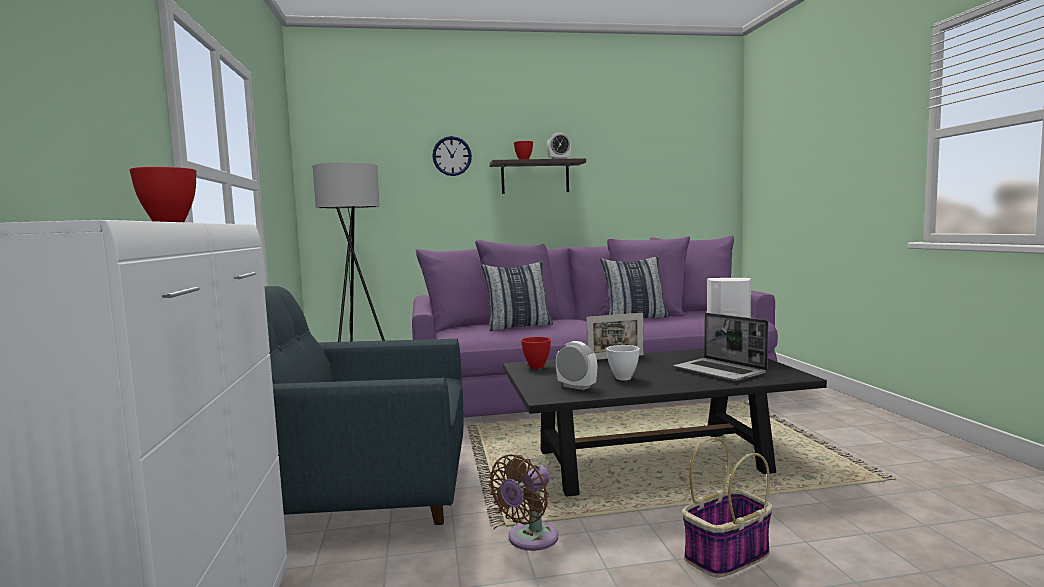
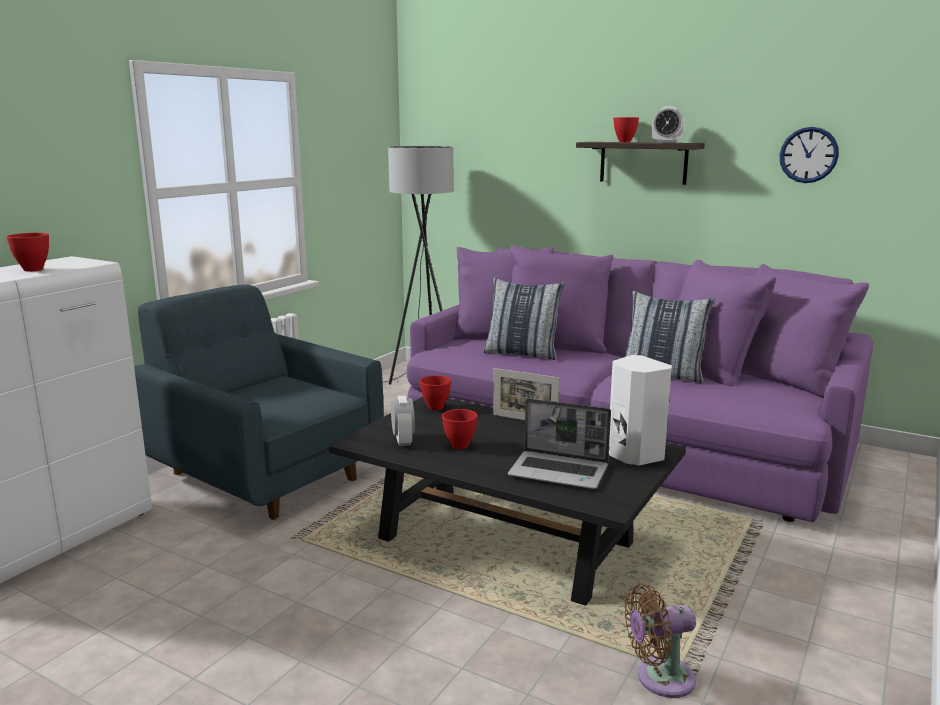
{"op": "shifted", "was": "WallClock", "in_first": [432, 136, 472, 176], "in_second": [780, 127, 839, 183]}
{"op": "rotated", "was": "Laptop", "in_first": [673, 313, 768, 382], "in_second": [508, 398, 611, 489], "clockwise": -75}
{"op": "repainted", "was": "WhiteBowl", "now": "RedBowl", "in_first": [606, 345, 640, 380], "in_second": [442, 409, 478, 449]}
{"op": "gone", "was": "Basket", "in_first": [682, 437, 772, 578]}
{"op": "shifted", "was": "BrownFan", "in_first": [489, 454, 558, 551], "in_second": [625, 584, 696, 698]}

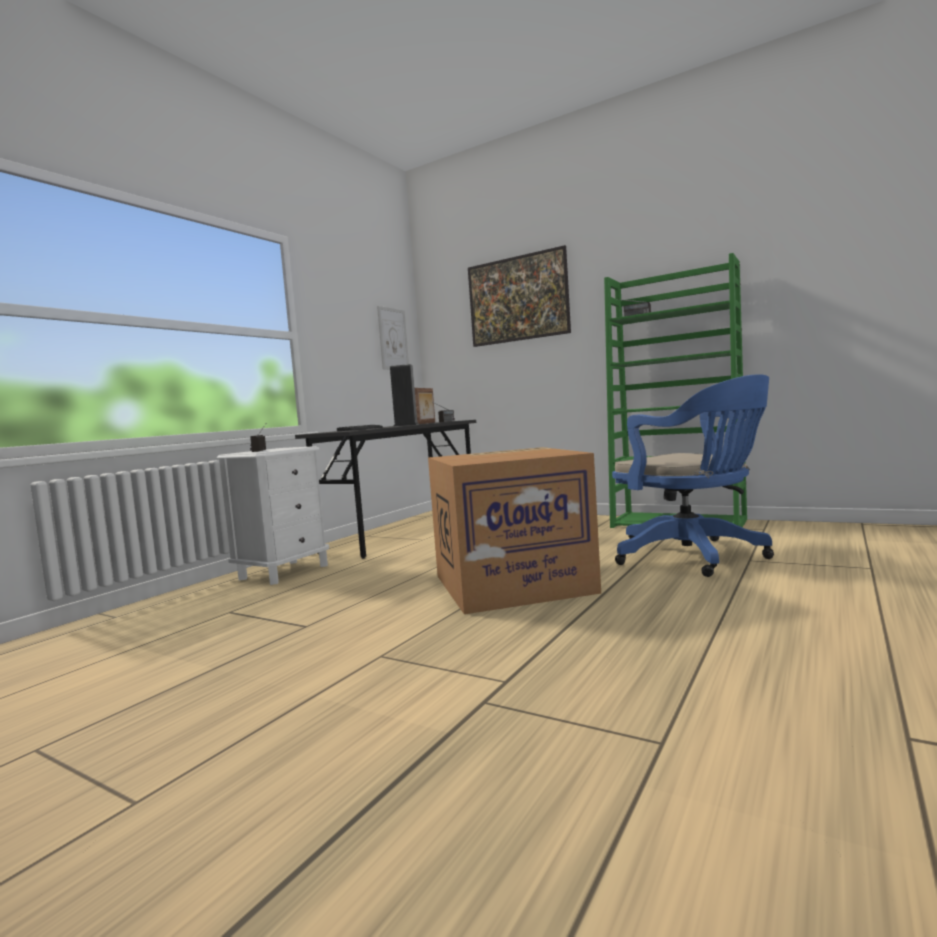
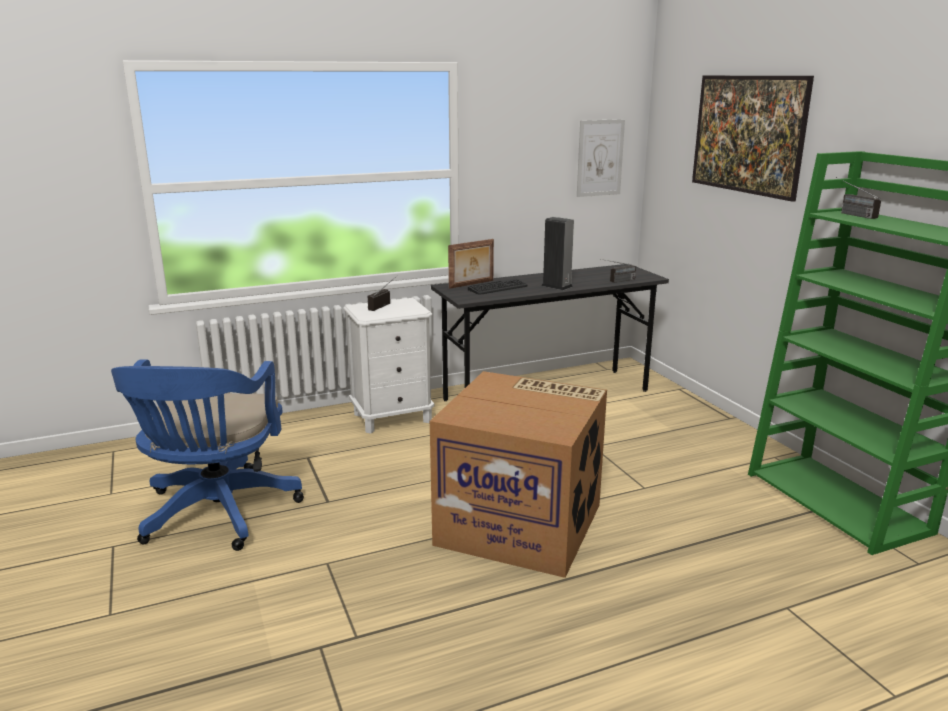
{"op": "shifted", "was": "BlueOfficeChair", "in_first": [612, 374, 774, 577], "in_second": [111, 359, 304, 551]}
{"op": "shifted", "was": "PictureFrame", "in_first": [415, 388, 435, 424], "in_second": [448, 239, 494, 289]}

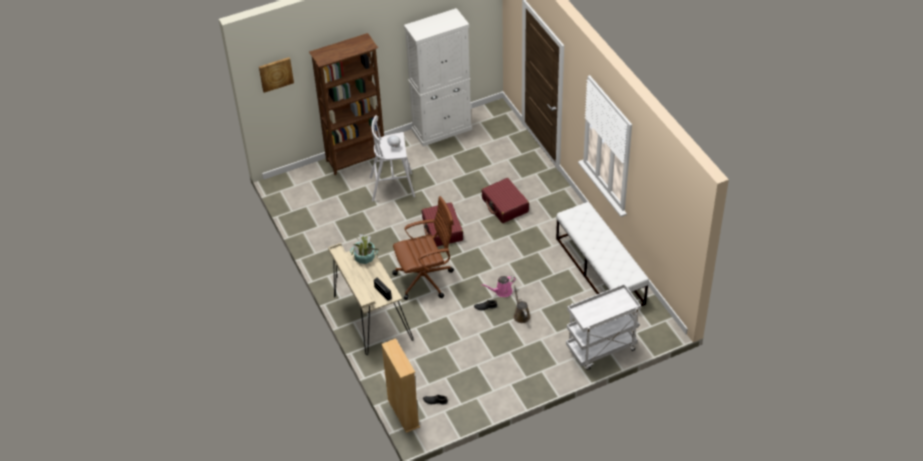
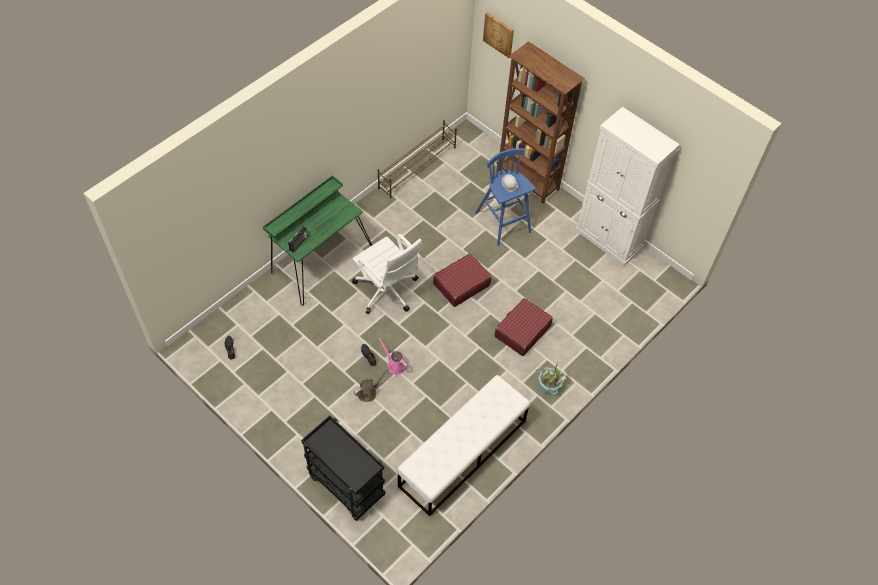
{"op": "repainted", "was": "WhiteStool", "now": "BlueStool", "in_first": [370, 115, 415, 202], "in_second": [475, 148, 536, 246]}
{"op": "repainted", "was": "BrownOfficeChair", "now": "WhiteOfficeChair", "in_first": [393, 196, 454, 300], "in_second": [352, 233, 422, 314]}
{"op": "shifted", "was": "PottedPlant", "in_first": [350, 234, 379, 264], "in_second": [535, 363, 566, 395]}
{"op": "repainted", "was": "BeigeDesk", "now": "GreenDesk", "in_first": [328, 243, 414, 355], "in_second": [263, 175, 372, 306]}
{"op": "repainted", "was": "WhiteCart", "now": "BlackCart", "in_first": [566, 284, 641, 370], "in_second": [301, 415, 385, 521]}
{"op": "gone", "was": "BeigeBookcase", "in_first": [381, 338, 420, 433]}
{"op": "new", "now": "BrownShoeRack", "in_second": [378, 120, 457, 198]}

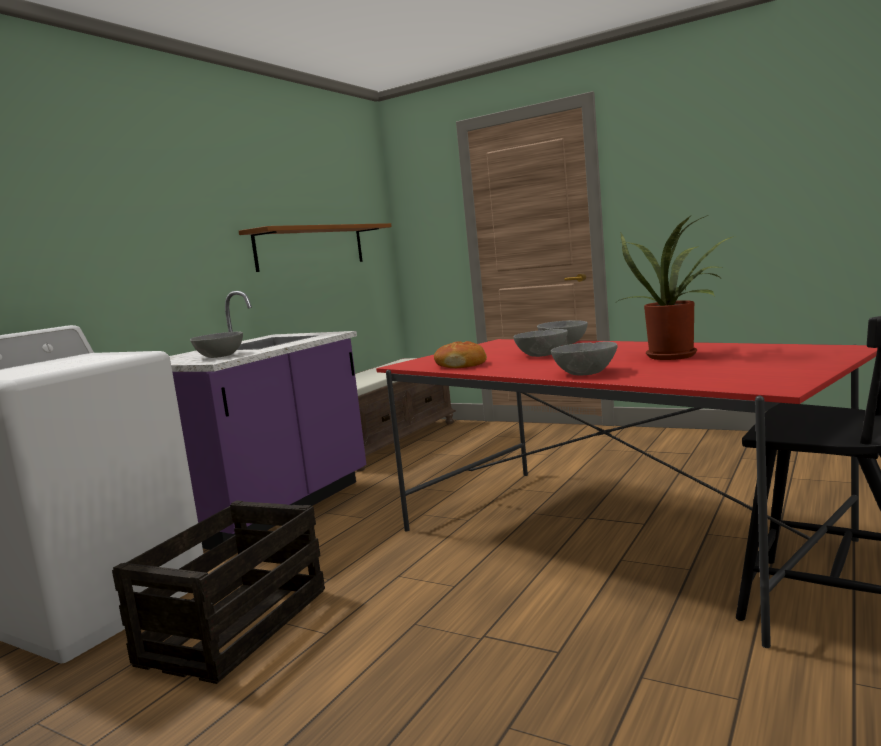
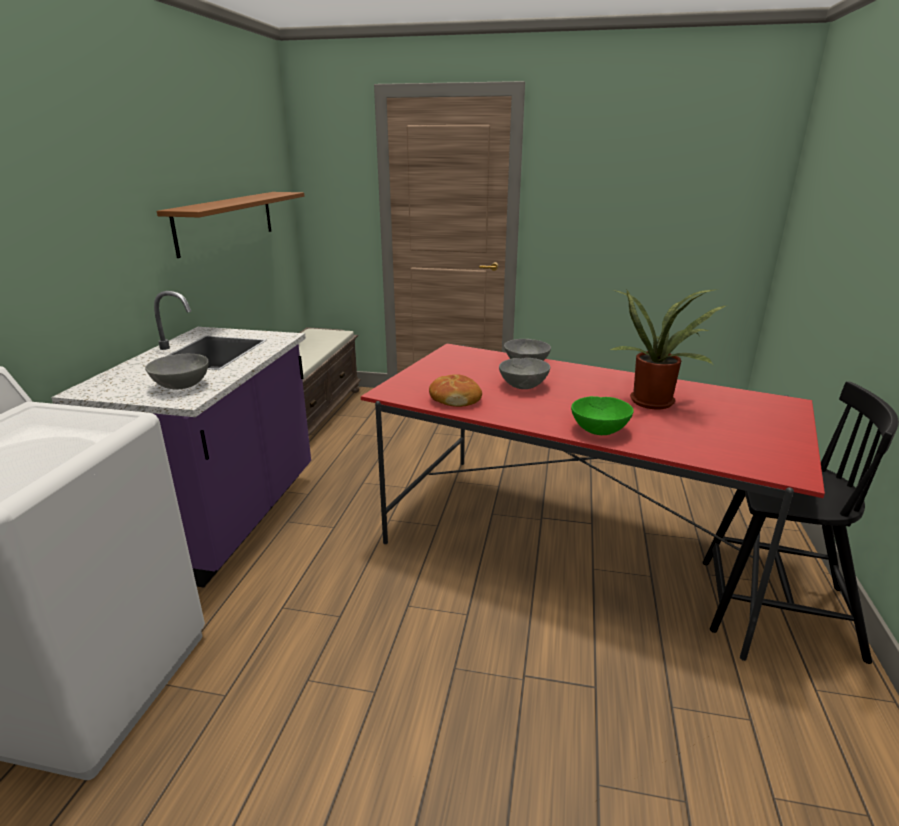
{"op": "repainted", "was": "GreyBowl", "now": "GreenBowl", "in_first": [551, 341, 618, 375], "in_second": [571, 396, 634, 435]}
{"op": "gone", "was": "Crate", "in_first": [112, 501, 325, 684]}

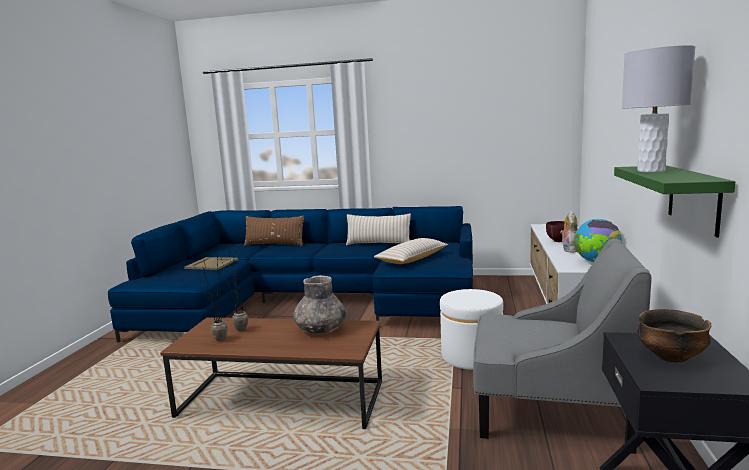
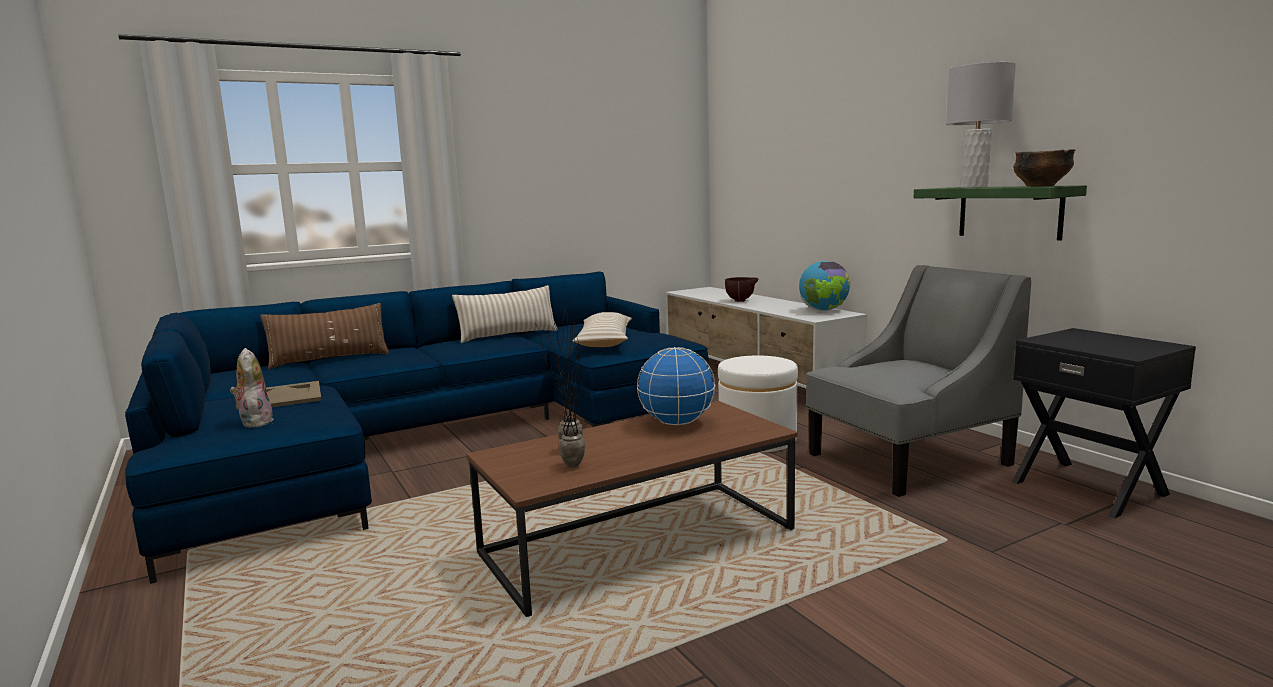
{"op": "shifted", "was": "PlushToy", "in_first": [560, 211, 578, 253], "in_second": [230, 348, 274, 428]}
{"op": "swapped", "was": "GreyVase", "now": "Globe", "in_first": [293, 275, 346, 334], "in_second": [637, 347, 715, 425]}
{"op": "shifted", "was": "Bowl", "in_first": [637, 309, 711, 363], "in_second": [1013, 149, 1075, 187]}

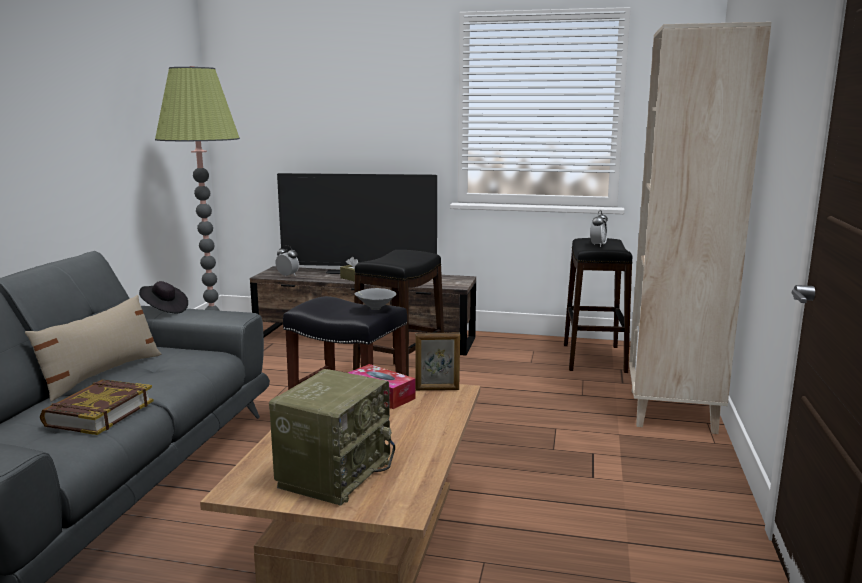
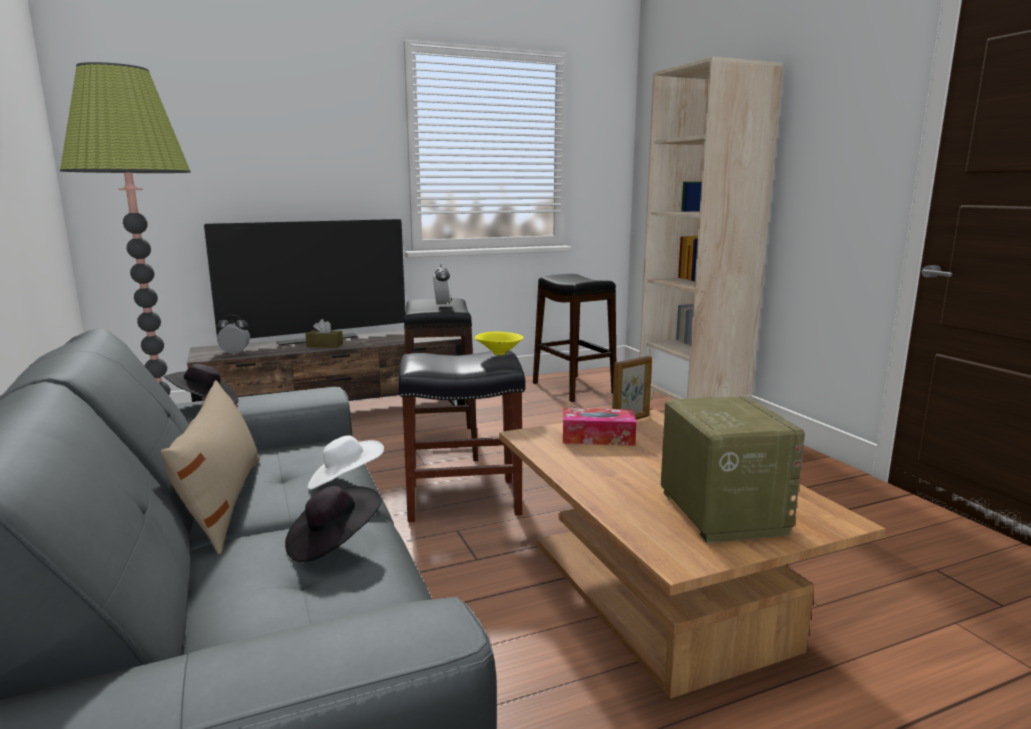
{"op": "shifted", "was": "AlarmClock", "in_first": [590, 210, 608, 247], "in_second": [433, 262, 451, 307]}
{"op": "repainted", "was": "GreyBowl", "now": "YellowBowl", "in_first": [354, 288, 397, 310], "in_second": [474, 332, 523, 355]}
{"op": "swapped", "was": "Book", "now": "BlackHat", "in_first": [40, 379, 154, 435], "in_second": [285, 486, 382, 562]}
{"op": "new", "now": "WhiteHat", "in_second": [308, 435, 384, 490]}

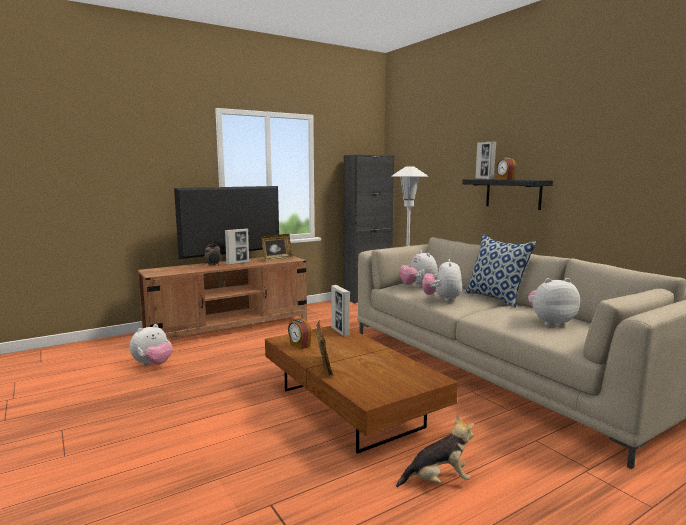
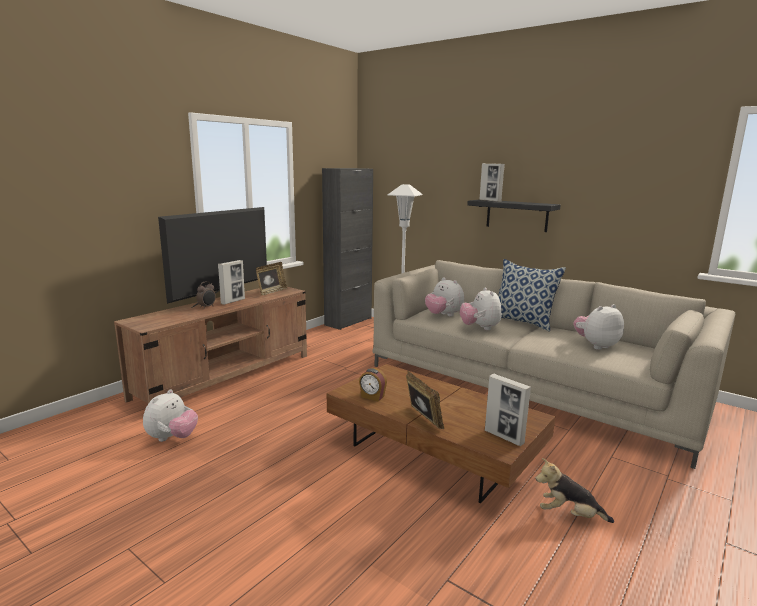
{"op": "gone", "was": "AlarmClock", "in_first": [497, 157, 516, 180]}
{"op": "shifted", "was": "PictureFrame", "in_first": [331, 285, 350, 337], "in_second": [485, 374, 531, 446]}
{"op": "rotated", "was": "PlushToy", "in_first": [396, 415, 474, 487], "in_second": [536, 458, 614, 523], "clockwise": -135}

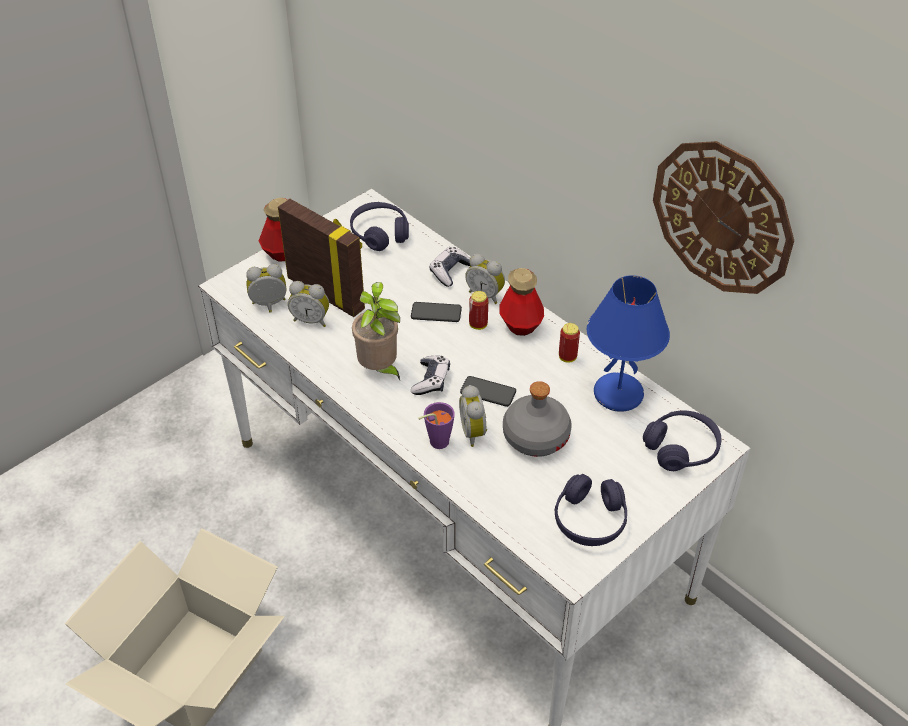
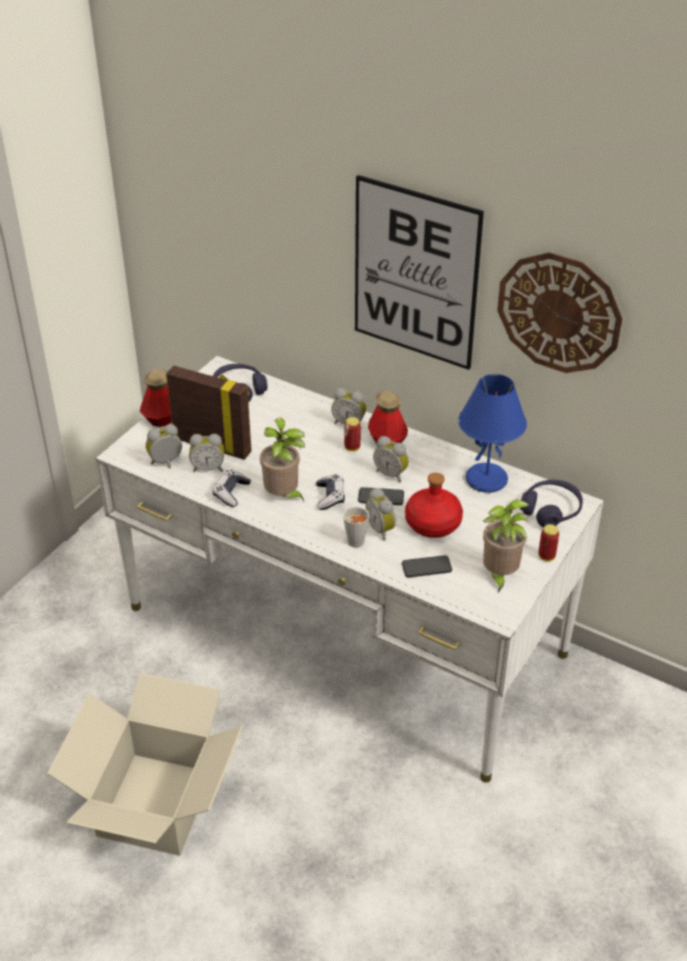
{"op": "shifted", "was": "GameController", "in_first": [429, 247, 470, 287], "in_second": [213, 470, 251, 507]}
{"op": "shifted", "was": "Phone", "in_first": [411, 302, 462, 322], "in_second": [402, 555, 452, 578]}
{"op": "shifted", "was": "Can", "in_first": [559, 323, 580, 363], "in_second": [538, 524, 559, 561]}
{"op": "repainted", "was": "GreyBottle", "now": "RedBottle", "in_first": [503, 381, 572, 457], "in_second": [405, 473, 463, 538]}
{"op": "repainted", "was": "PurpleCup", "now": "GreyCup", "in_first": [418, 402, 455, 449], "in_second": [343, 506, 369, 547]}
{"op": "swapped", "was": "PurpleHeadphones", "now": "PottedPlant", "in_first": [554, 474, 627, 546], "in_second": [483, 500, 529, 593]}
{"op": "new", "now": "Picture", "in_second": [355, 175, 484, 370]}
{"op": "new", "now": "AlarmClock", "in_second": [373, 436, 409, 482]}

